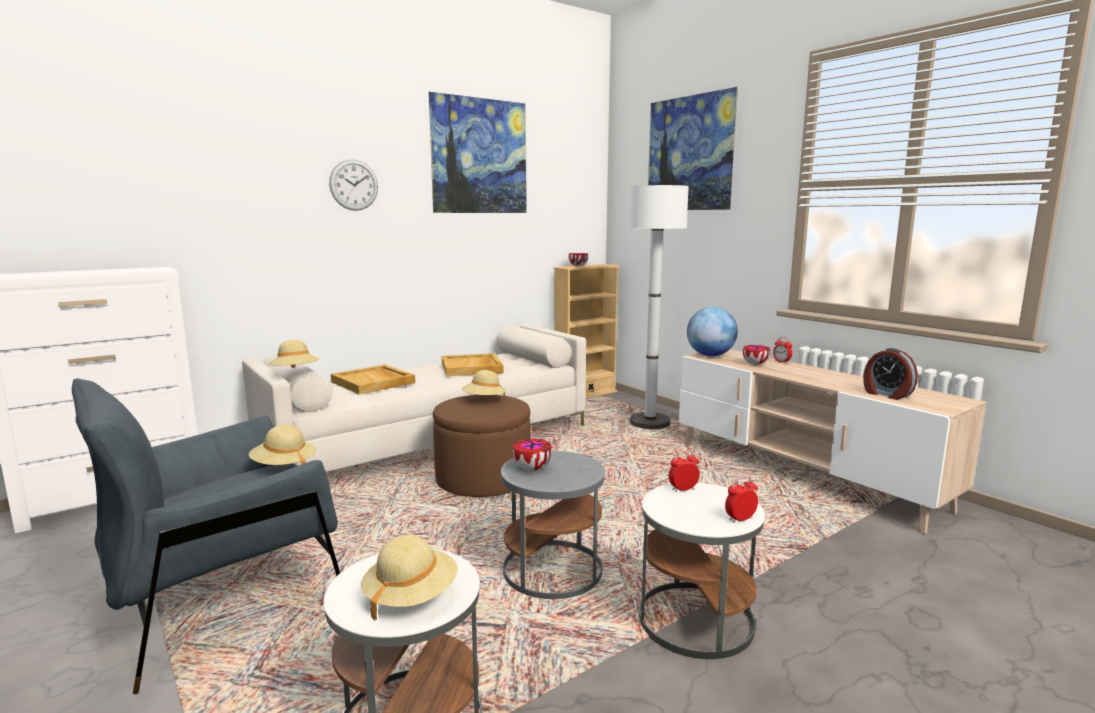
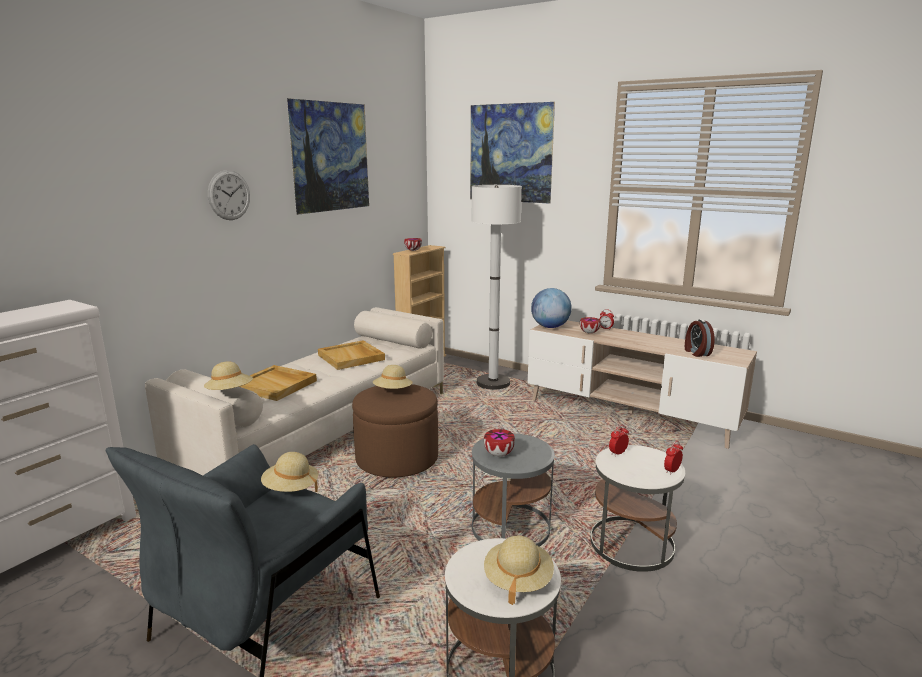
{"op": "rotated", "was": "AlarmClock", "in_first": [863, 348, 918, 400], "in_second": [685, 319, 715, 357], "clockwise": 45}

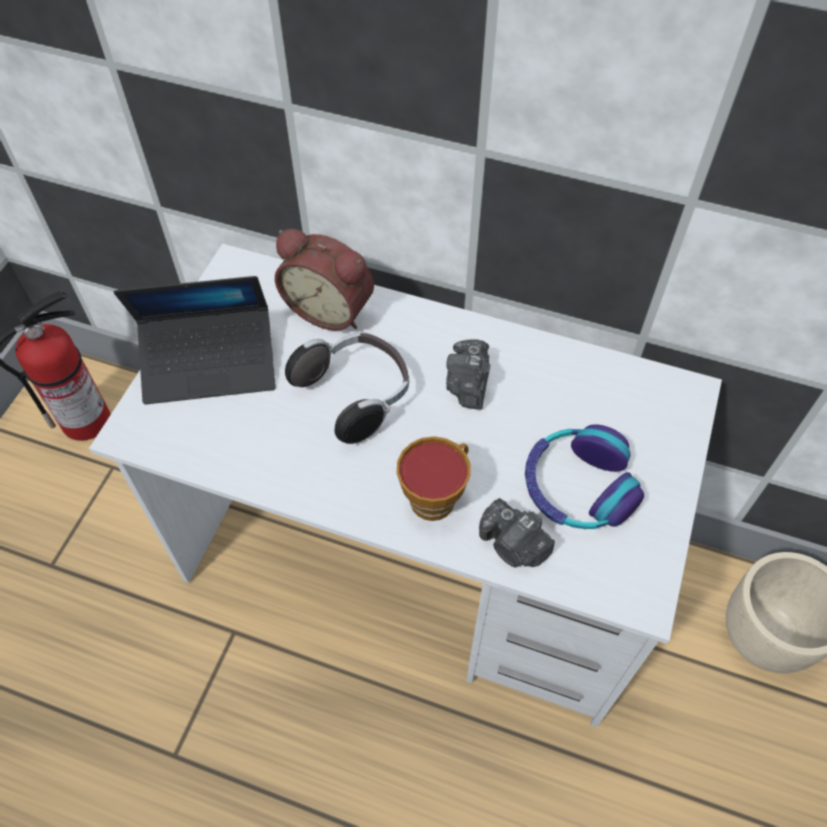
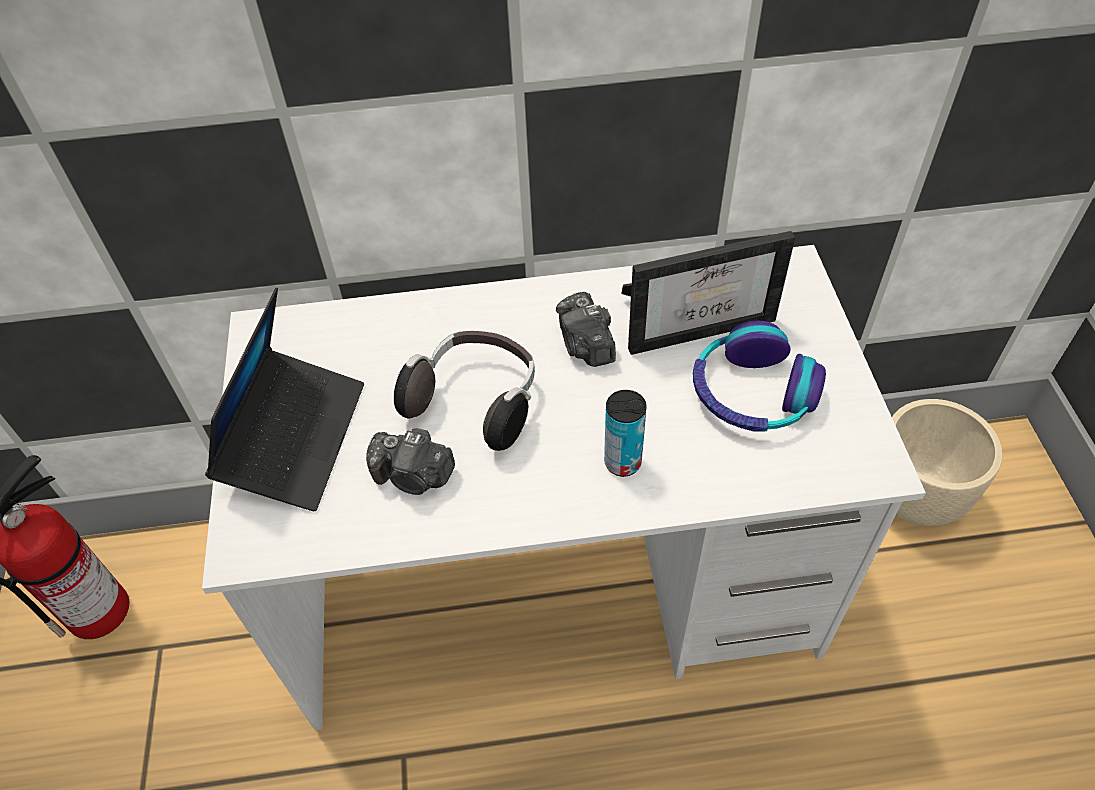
{"op": "gone", "was": "AlarmClock", "in_first": [275, 229, 374, 331]}
{"op": "rotated", "was": "Laptop", "in_first": [114, 276, 276, 404], "in_second": [205, 288, 364, 511], "clockwise": -45}
{"op": "swapped", "was": "Cup", "now": "Can", "in_first": [397, 436, 471, 521], "in_second": [604, 390, 646, 477]}
{"op": "shifted", "was": "PhotoCamera", "in_first": [479, 498, 555, 568], "in_second": [366, 428, 455, 495]}
{"op": "new", "now": "PictureFrame", "in_second": [622, 231, 795, 355]}

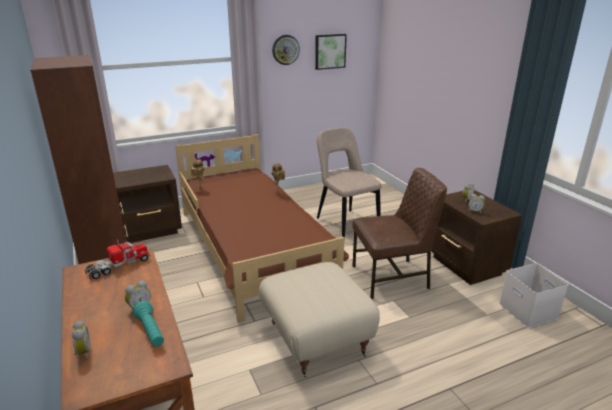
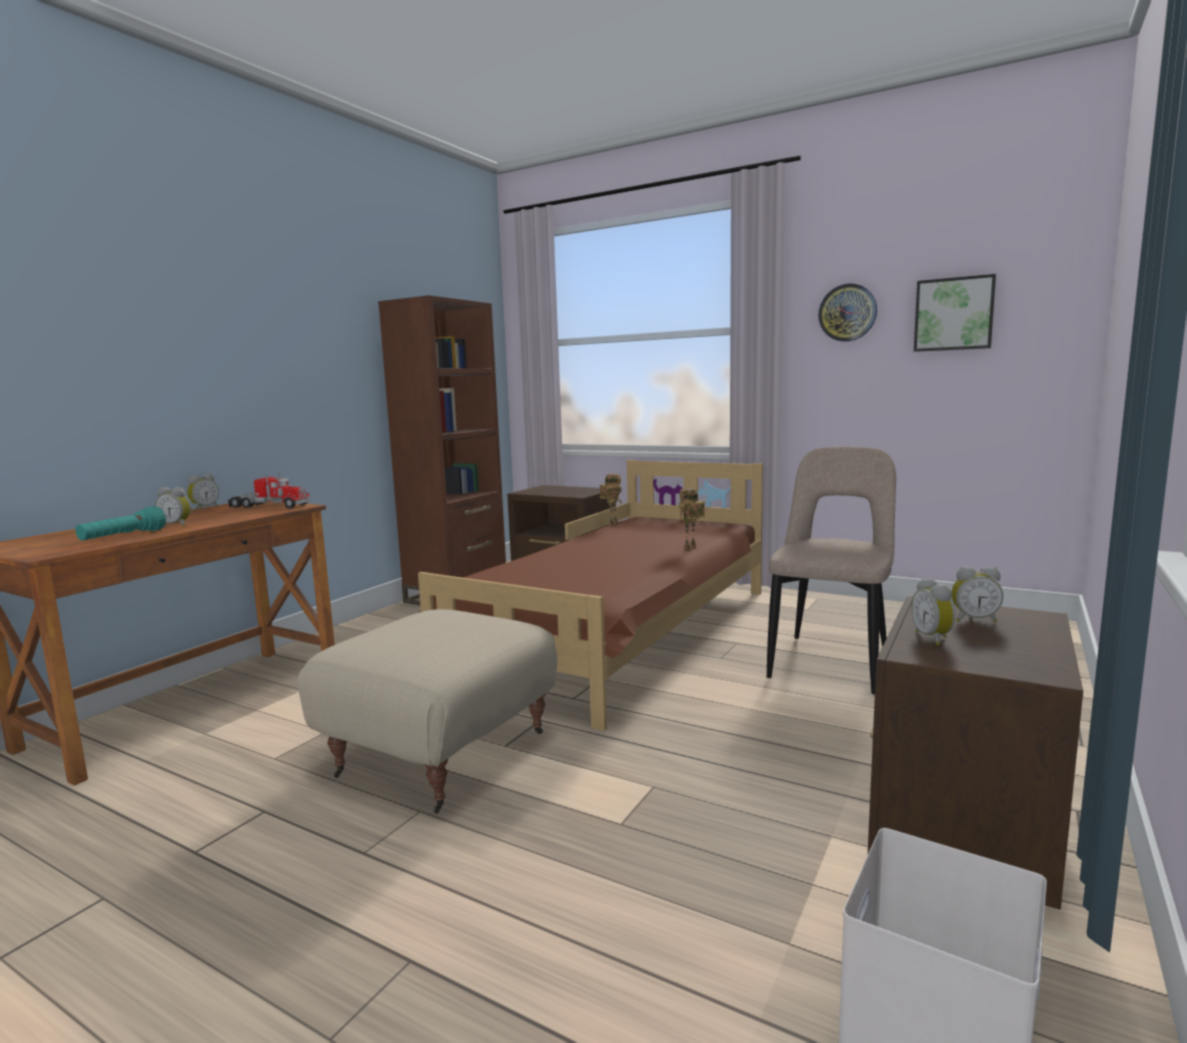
{"op": "gone", "was": "BrownChair", "in_first": [352, 168, 447, 299]}
{"op": "shifted", "was": "AlarmClock", "in_first": [72, 320, 90, 359], "in_second": [187, 474, 219, 510]}

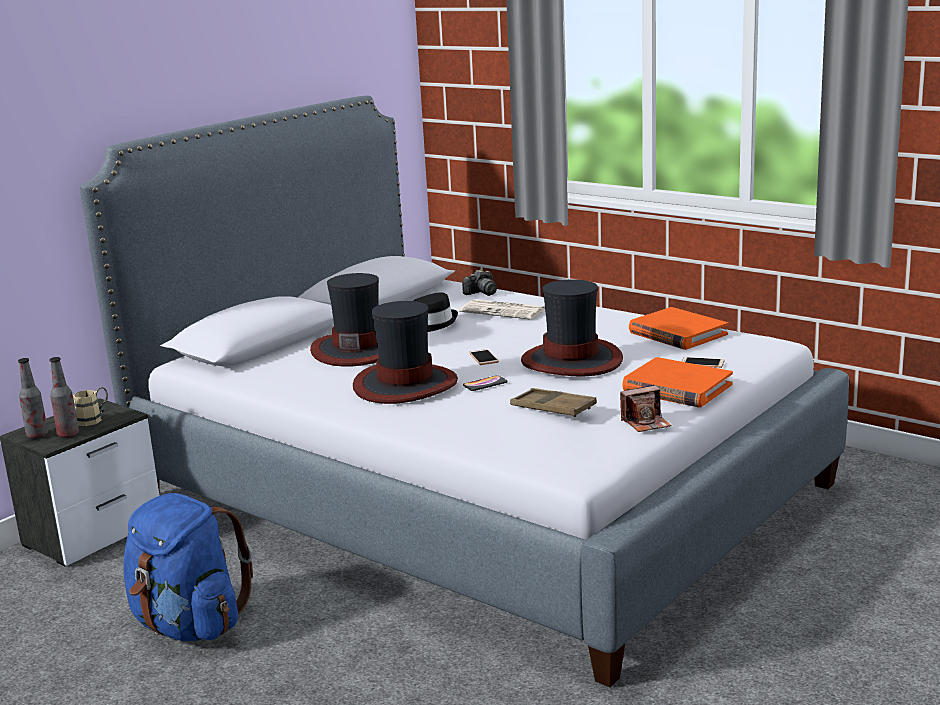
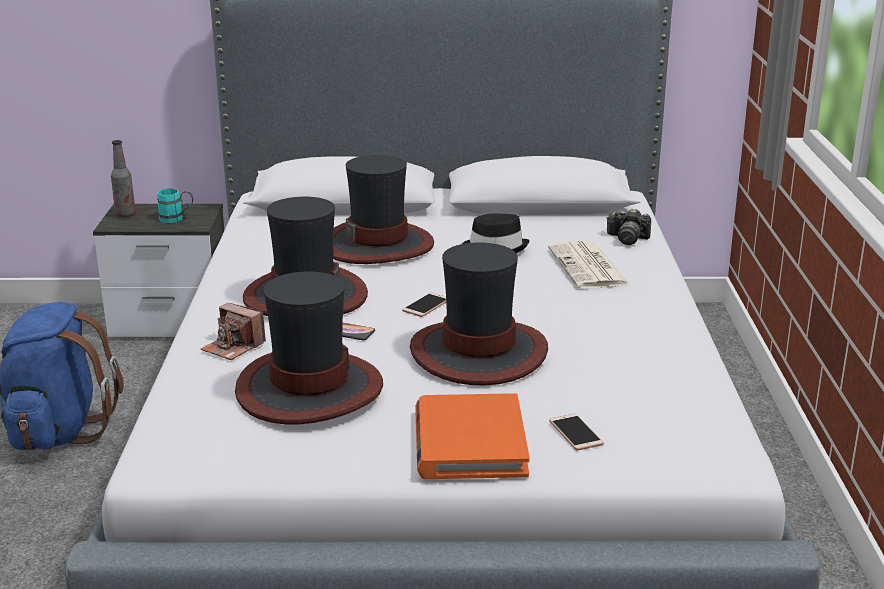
{"op": "gone", "was": "OrangeBook", "in_first": [629, 307, 728, 350]}
{"op": "gone", "was": "Bottle", "in_first": [50, 357, 79, 438]}
{"op": "shifted", "was": "PhotoCamera", "in_first": [620, 385, 672, 432], "in_second": [201, 303, 266, 360]}
{"op": "repainted", "was": "BeigeMug", "now": "TurquoiseMug", "in_first": [73, 387, 108, 426], "in_second": [157, 188, 193, 223]}
{"op": "swapped", "was": "BrownTray", "now": "Hat", "in_first": [510, 388, 597, 417], "in_second": [235, 271, 383, 424]}

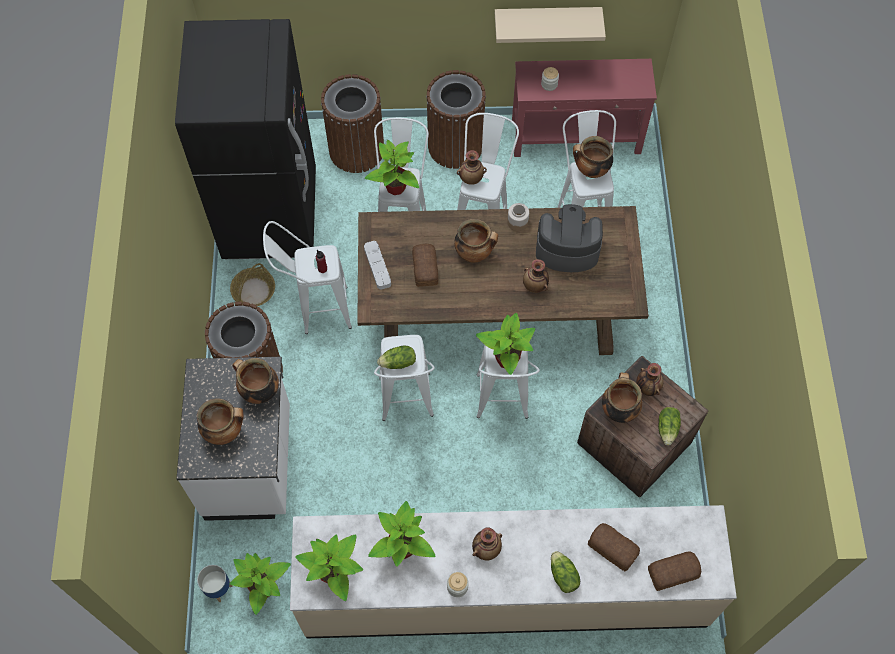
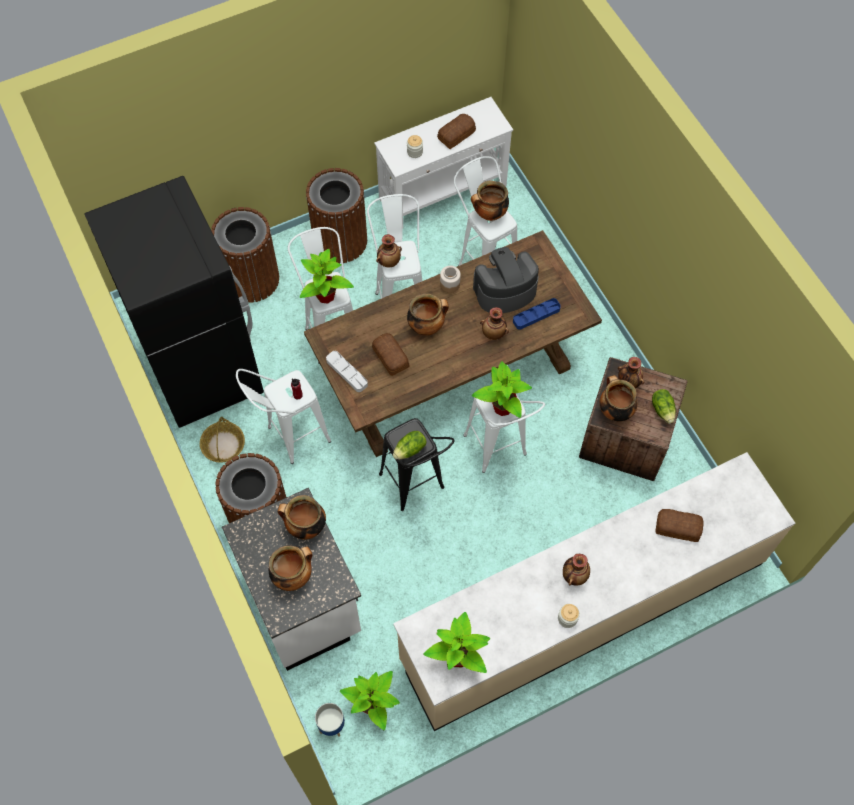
{"op": "gone", "was": "BeigeShelf", "in_first": [495, 7, 606, 43]}
{"op": "repainted", "was": "RedConsoleTable", "now": "WhiteConsoleTable", "in_first": [512, 59, 657, 157], "in_second": [374, 97, 513, 228]}
{"op": "repainted", "was": "WhiteStool", "now": "BlackStool", "in_first": [374, 335, 435, 421], "in_second": [379, 418, 455, 511]}
{"op": "gone", "was": "PottedPlant", "in_first": [368, 501, 435, 567]}
{"op": "gone", "was": "Lettuce", "in_first": [551, 551, 580, 593]}
{"op": "shifted", "was": "Bread", "in_first": [648, 551, 701, 591], "in_second": [437, 114, 476, 149]}
{"op": "new", "now": "BlueTray", "in_second": [513, 298, 561, 330]}

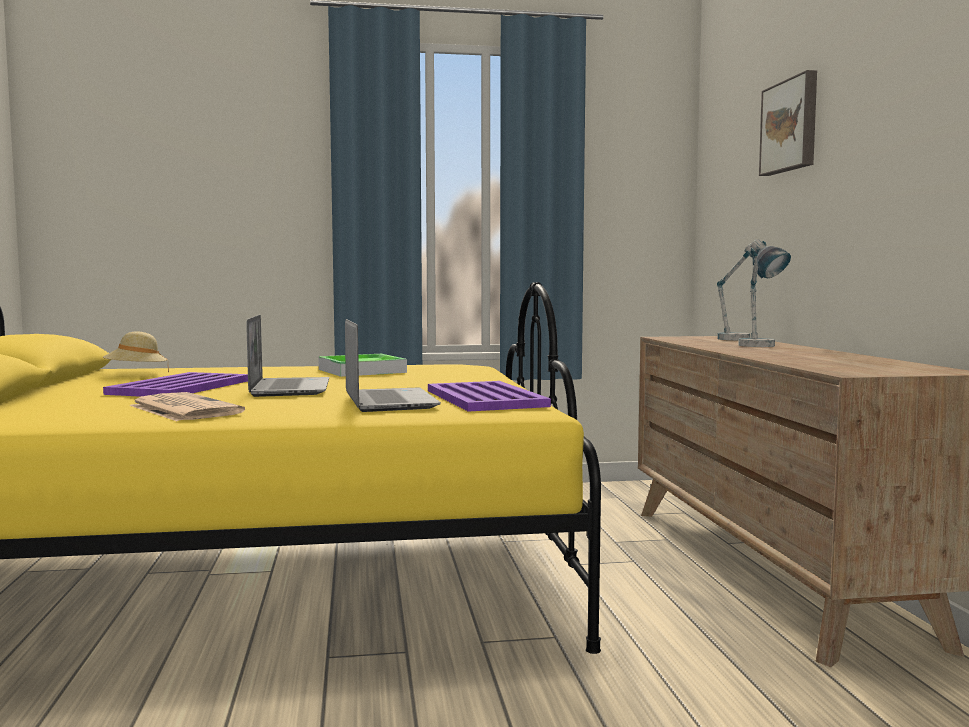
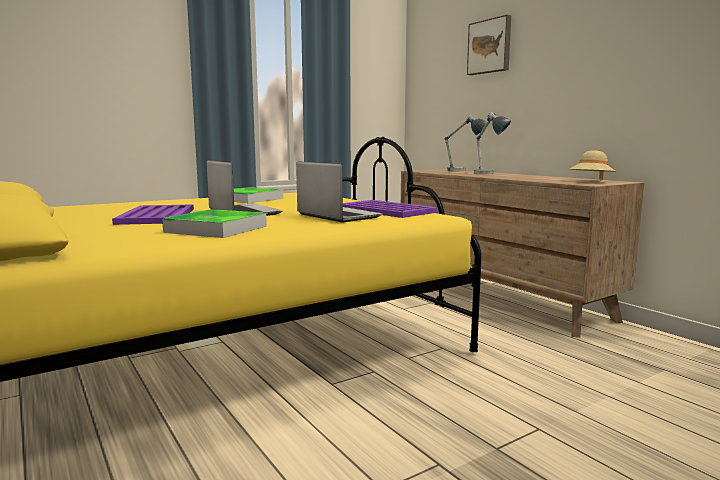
{"op": "shifted", "was": "BeigeHat", "in_first": [103, 331, 169, 373], "in_second": [569, 150, 616, 180]}
{"op": "swapped", "was": "Newspaper", "now": "Tray", "in_first": [129, 392, 245, 421], "in_second": [162, 209, 267, 238]}

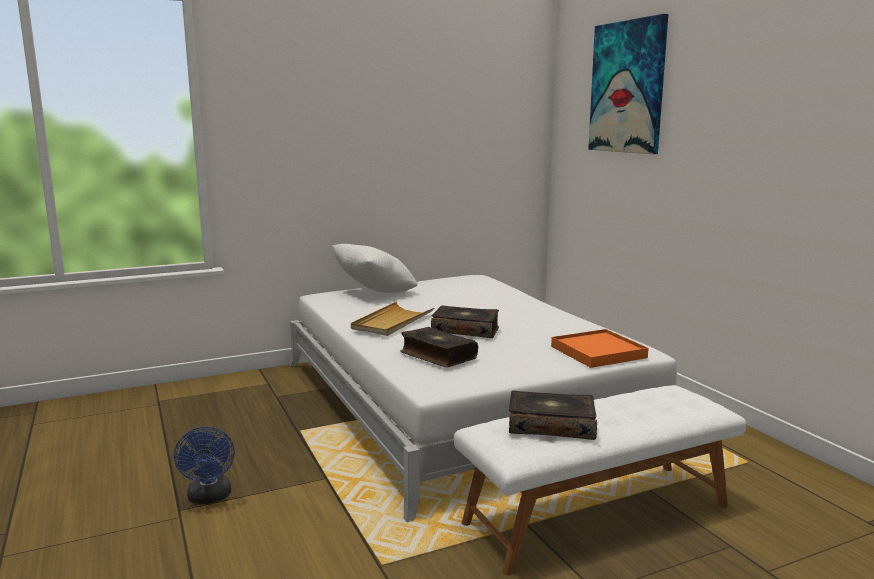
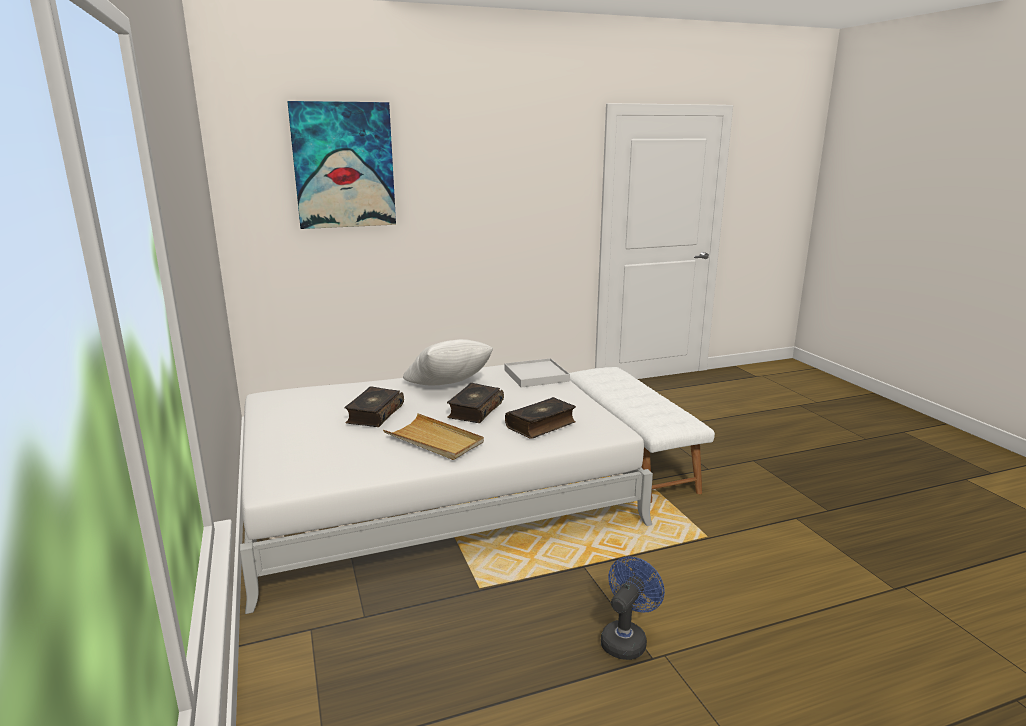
{"op": "shifted", "was": "WhitePillow", "in_first": [332, 244, 418, 293], "in_second": [403, 339, 493, 385]}
{"op": "repainted", "was": "OrangeTray", "now": "WhiteTray", "in_first": [551, 329, 649, 368], "in_second": [505, 358, 570, 388]}
{"op": "shifted", "was": "Book", "in_first": [509, 391, 597, 440], "in_second": [344, 386, 404, 427]}
{"op": "rotated", "was": "BlueFan", "in_first": [174, 426, 235, 504], "in_second": [601, 556, 665, 660], "clockwise": -45}

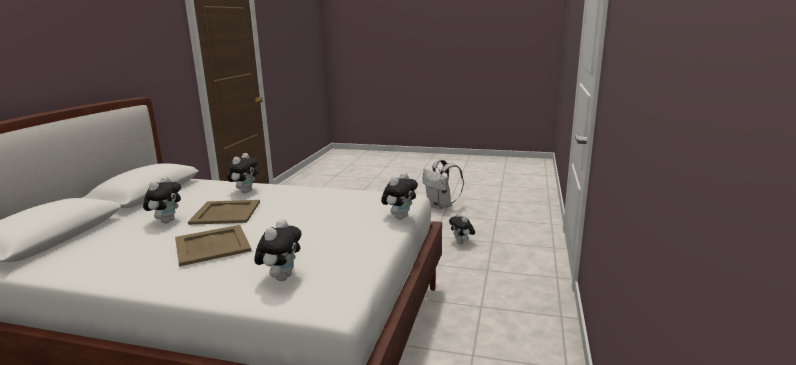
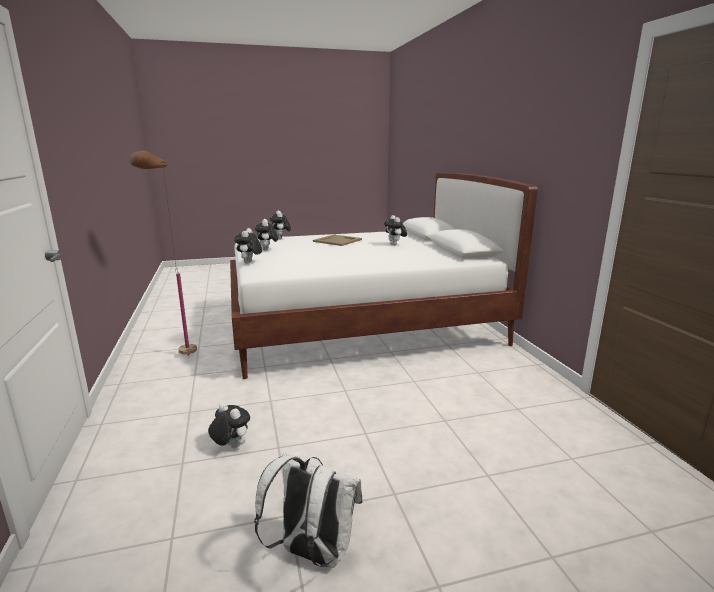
{"op": "shifted", "was": "PlushToy", "in_first": [227, 153, 258, 193], "in_second": [255, 219, 278, 250]}
{"op": "gone", "was": "BeigeTray", "in_first": [188, 200, 260, 225]}
{"op": "new", "now": "BrownFloorLamp", "in_second": [130, 150, 197, 356]}

